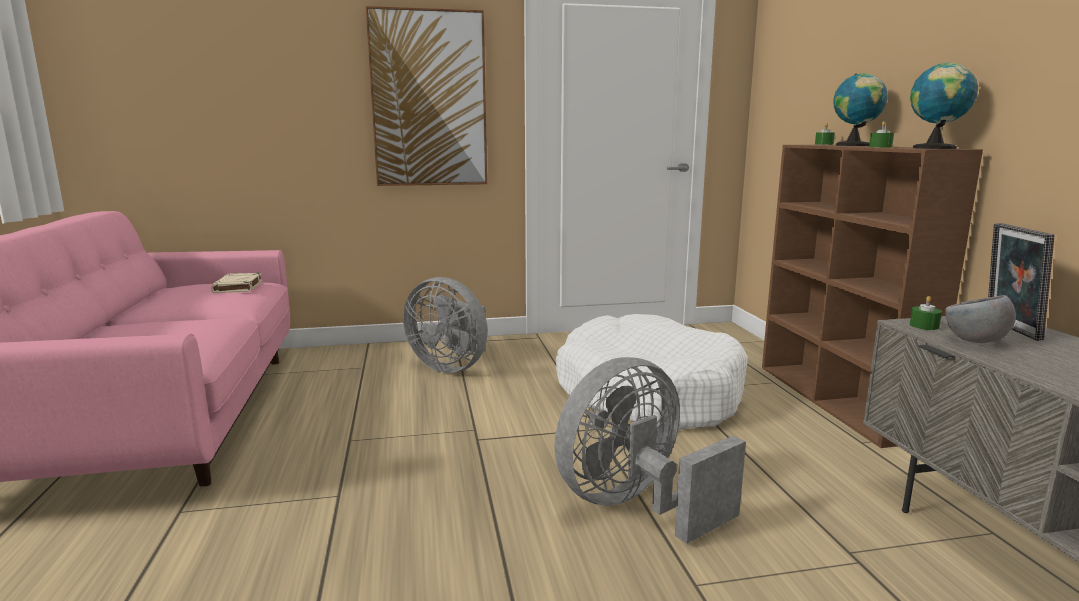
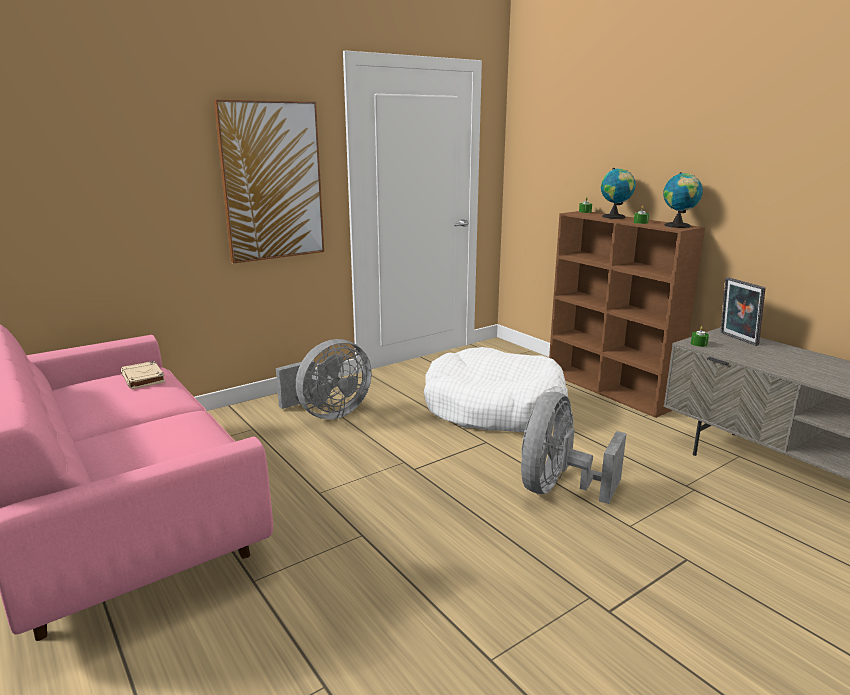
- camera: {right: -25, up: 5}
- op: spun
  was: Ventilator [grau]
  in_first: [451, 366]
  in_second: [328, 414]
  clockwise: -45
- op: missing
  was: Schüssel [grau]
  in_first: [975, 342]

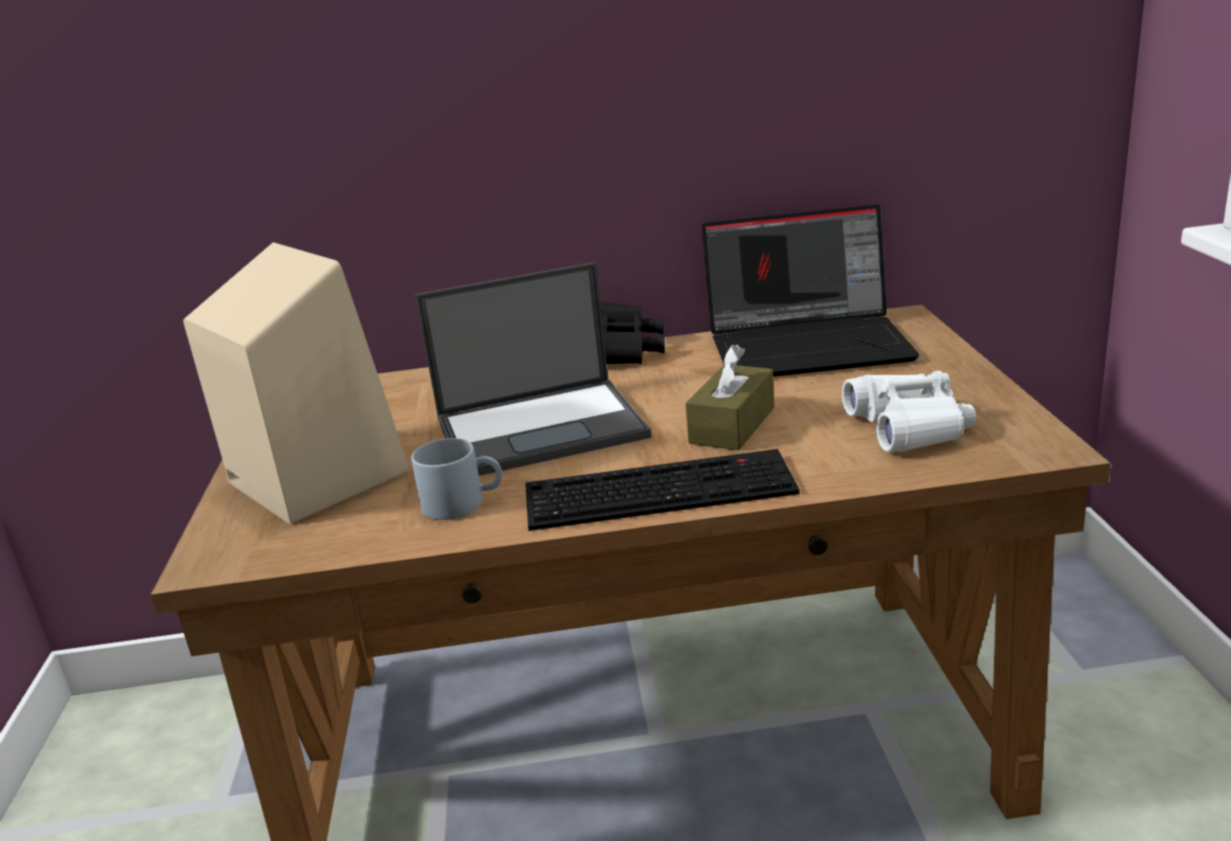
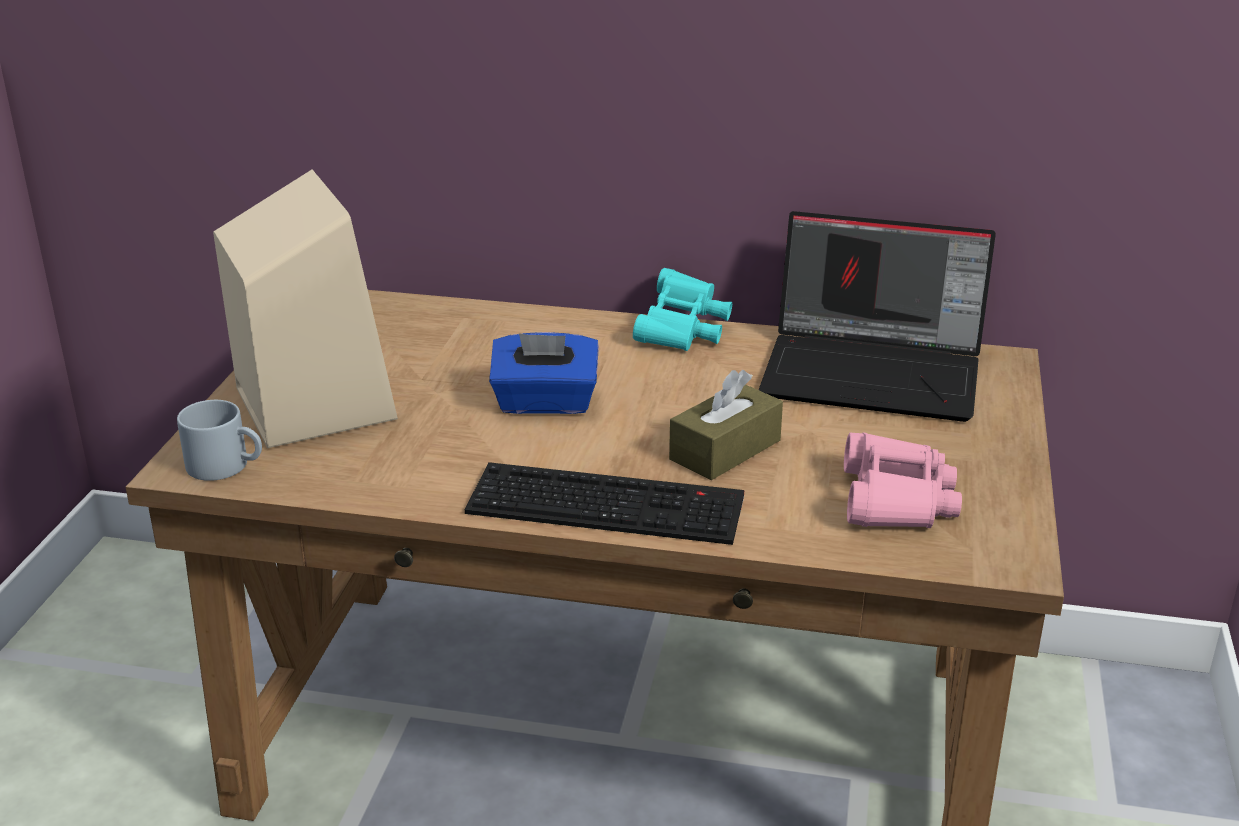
- camera: {right: 15, up: 5}
- op: relocated
  was: Henkelbecher [grau]
  in_first: [463, 503]
  in_second: [227, 466]
- op: exchanged
  was: Laptop
  now: Taschentuchbox [blau]
  in_first: [543, 427]
  in_second: [545, 403]
- op: colour
  was: Fernglas [schwarz]
  now: Fernglas [türkis]
  in_first: [626, 352]
  in_second: [683, 332]
- op: colour
  was: Fernglas [weiß]
  now: Fernglas [rosa]
  in_first: [909, 427]
  in_second: [896, 500]

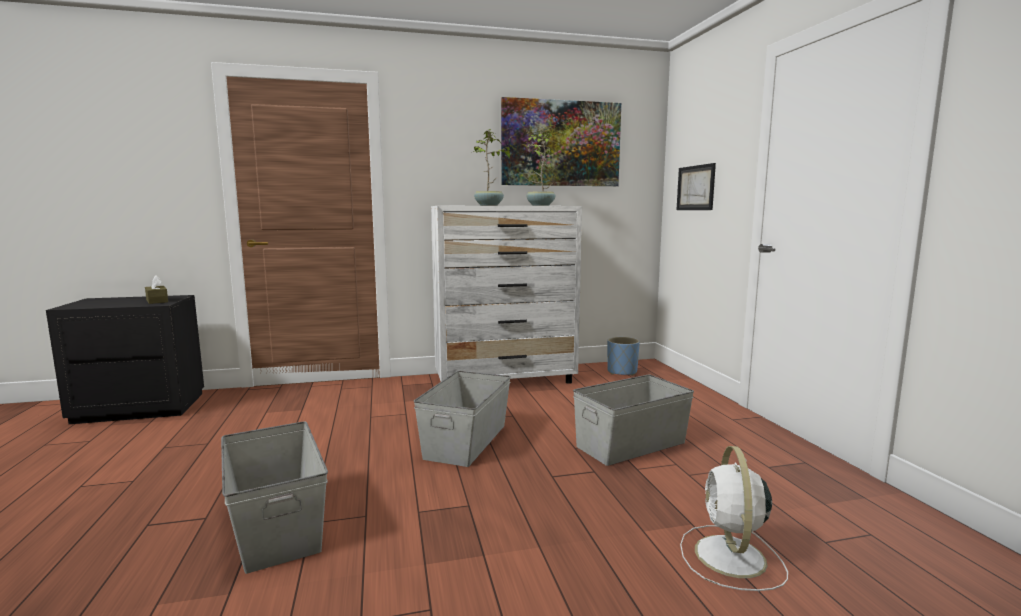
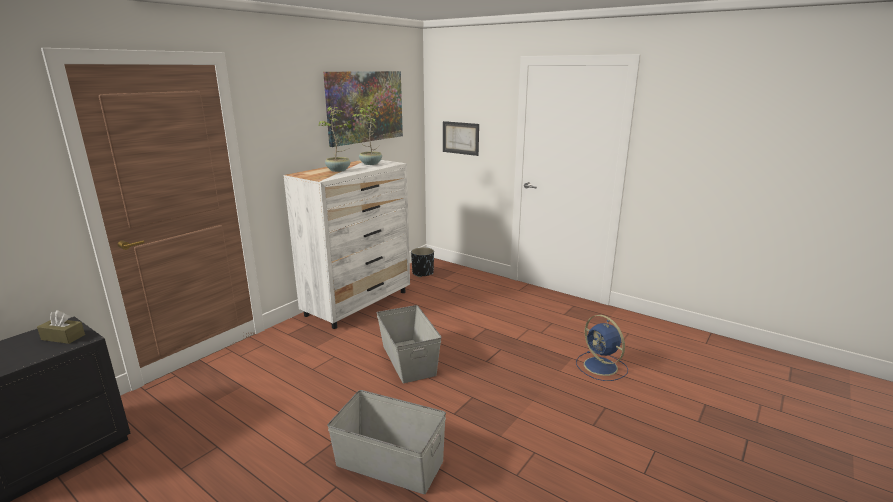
- camera: {right: -40, up: 10}
- op: missing
  was: Aufbewahrungsbox [grau]
  in_first: [632, 444]
- op: colour
  was: Pflanzkübel [blau]
  now: Pflanzkübel [schwarz]
  in_first: [622, 372]
  in_second: [423, 273]
- op: colour
  was: Ventilator [weiß]
  now: Ventilator [blau]
  in_first: [730, 558]
  in_second: [601, 367]

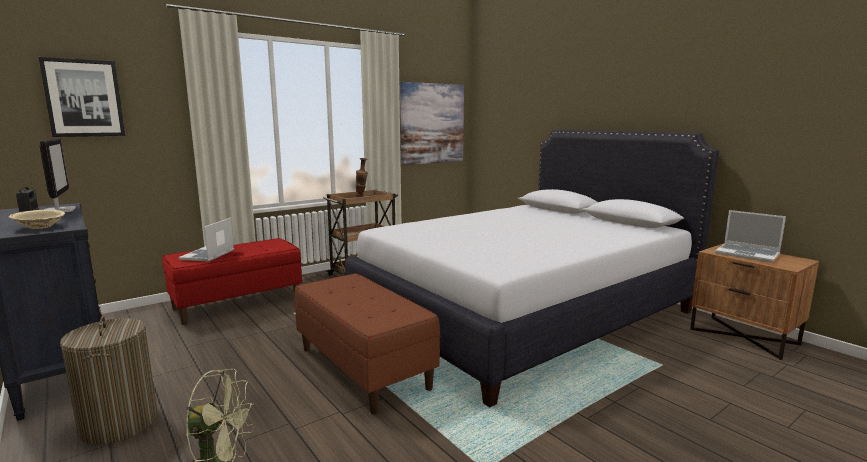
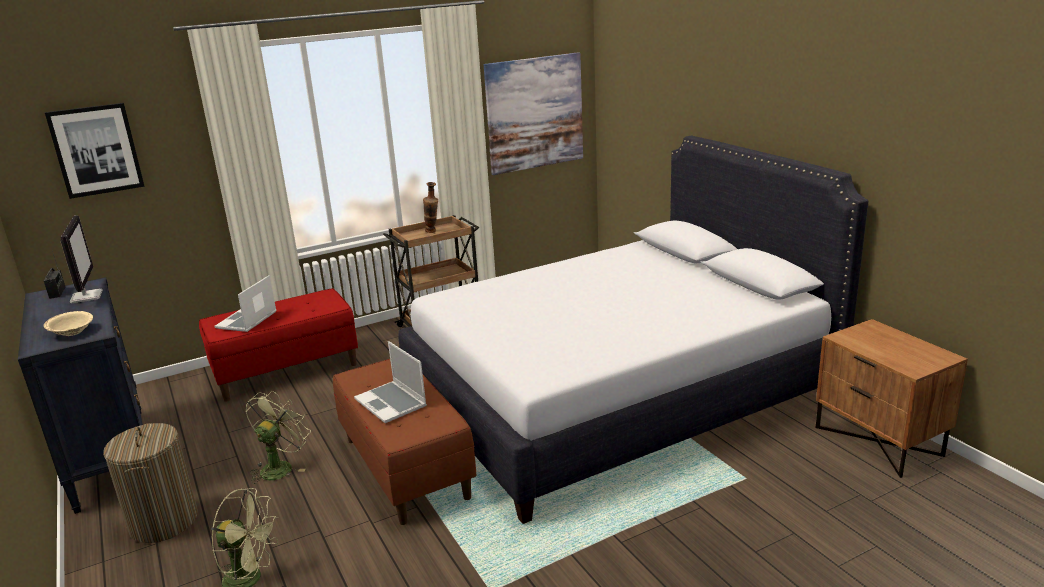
- camera: {right: 10, up: 10}
- op: relocated
  was: Laptop
  in_first: [748, 254]
  in_second: [392, 403]
- op: appeared
  now: Ventilator [grün]
  in_second: [280, 467]

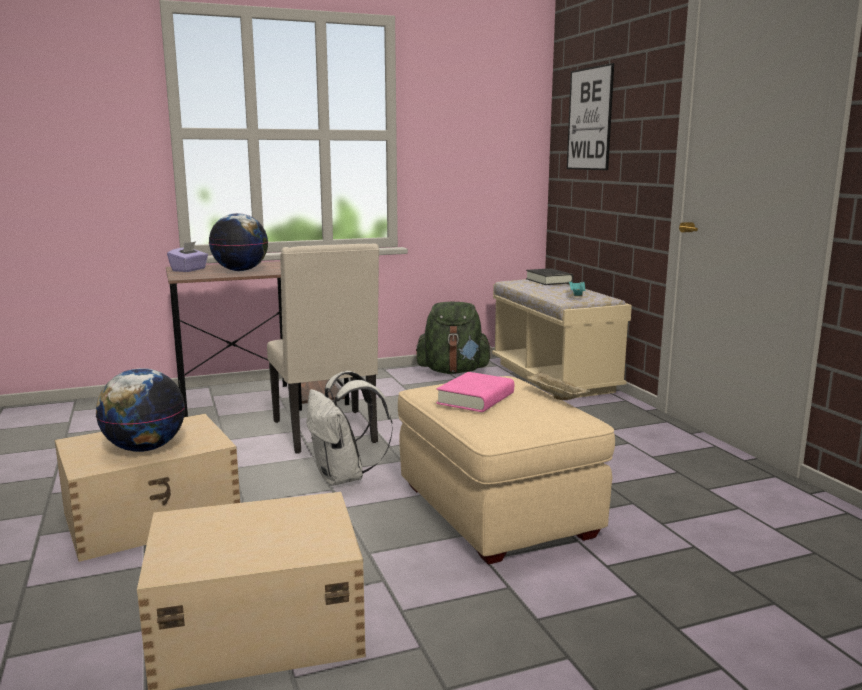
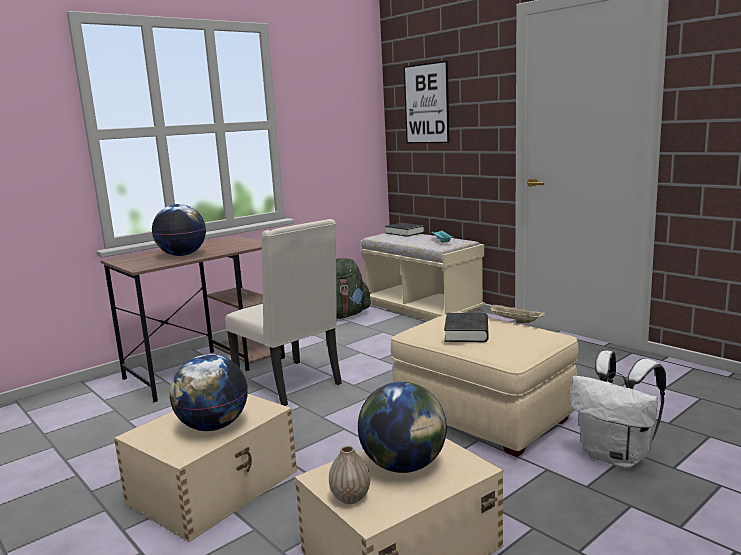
- camera: {right: -20, up: 0}
- op: missing
  was: Taschentuchbox [lila]
  in_first: [189, 270]
- op: relocated
  was: Rucksack [weiß]
  in_first: [343, 477]
  in_second: [616, 456]
- op: colour
  was: Buch [rosa]
  now: Buch [schwarz]
  in_first: [476, 399]
  in_second: [466, 332]
- op: appeared
  now: Vase
  in_second: [350, 498]
- op: appeared
  now: Globus
  in_second: [404, 466]

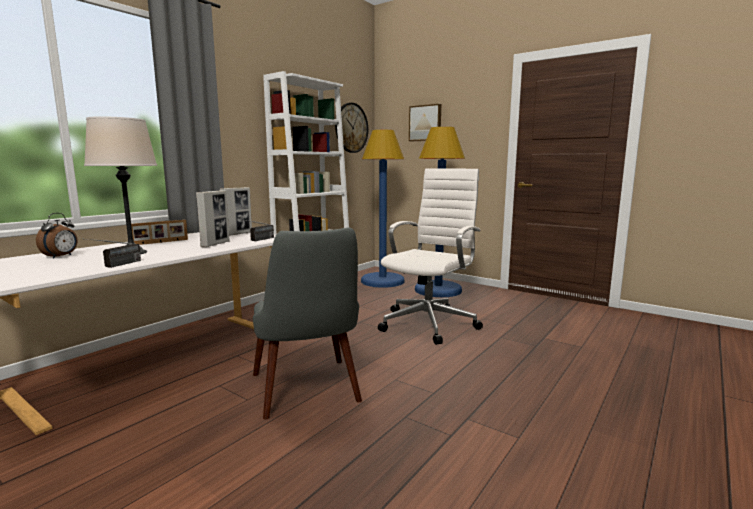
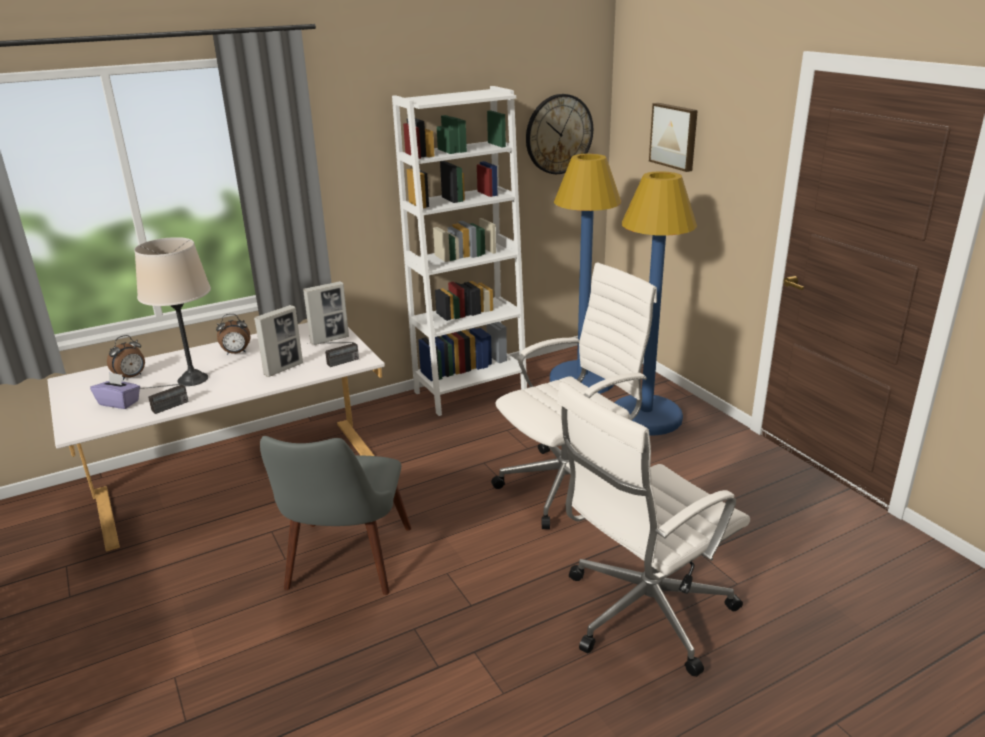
- camera: {right: 25, up: 15}
- op: exchanged
  was: Bilderrahmen
  now: Wecker
  in_first: [160, 242]
  in_second: [236, 353]
- op: appeared
  now: Taschentuchbox [lila]
  in_second: [119, 402]
- op: appeared
  now: Bürostuhl [weiß]
  in_second: [643, 613]

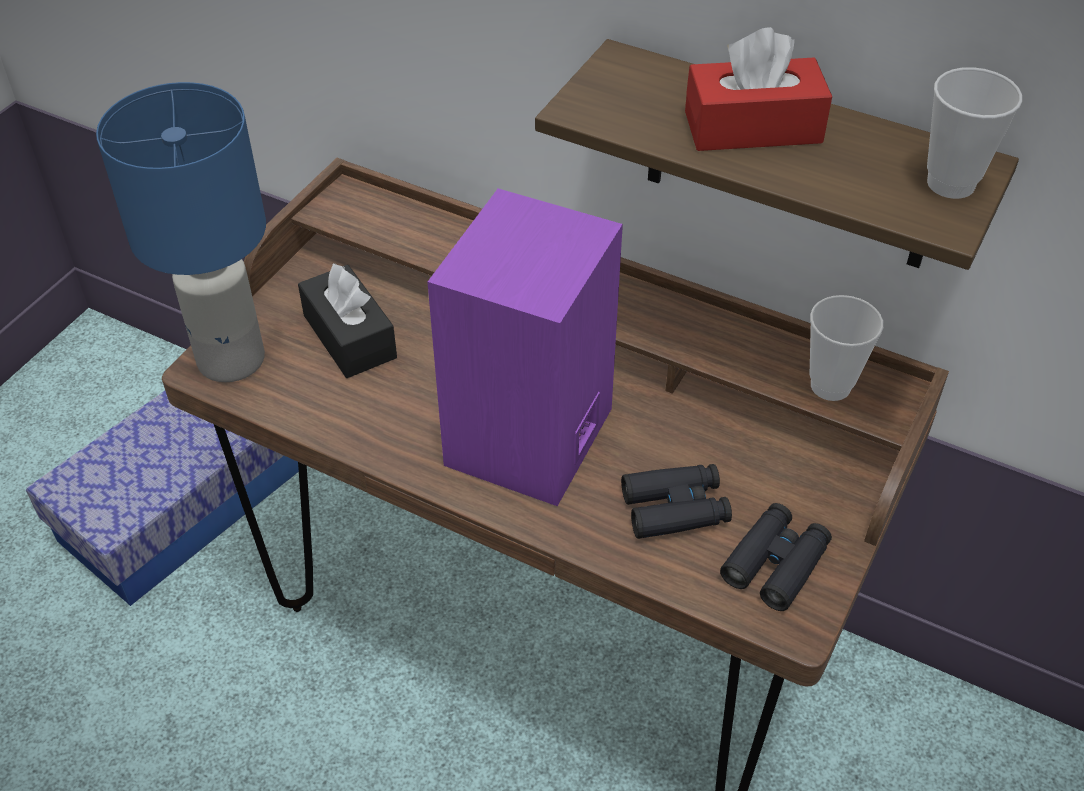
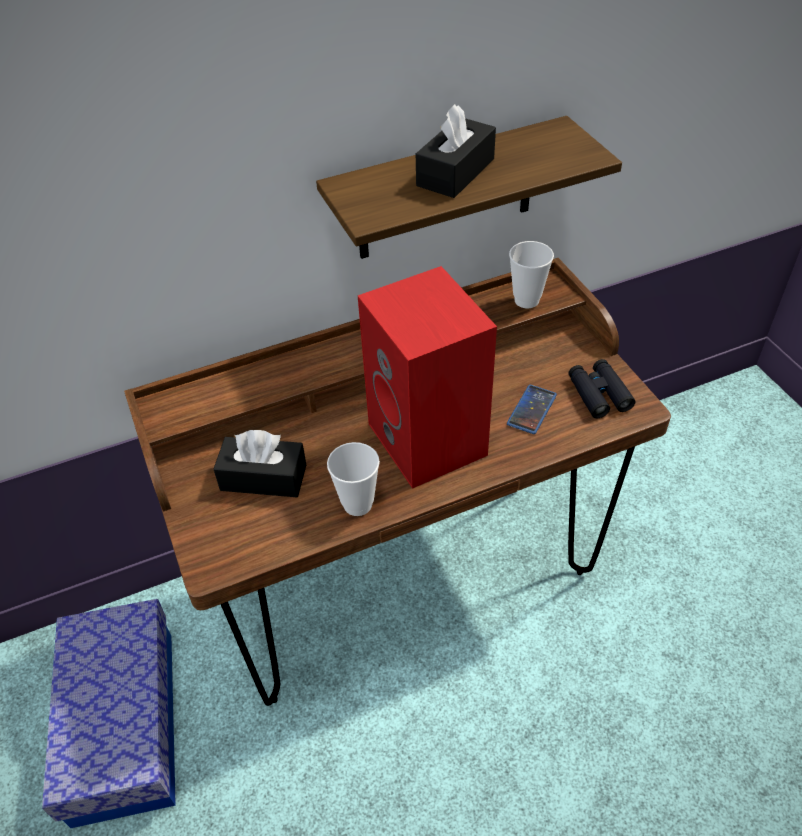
- camera: {right: -50, up: 0}
- op: missing
  was: Tischlampe [blau]
  in_first: [232, 360]
- op: colour
  was: Lautsprecher [lila]
  now: Lautsprecher [rot]
  in_first: [530, 440]
  in_second: [430, 440]
- op: exchanged
  was: Fernglas [schwarz]
  now: Handy
  in_first: [675, 508]
  in_second: [532, 410]
- op: colour
  was: Taschentuchbox [rot]
  now: Taschentuchbox [schwarz]
  in_first: [753, 127]
  in_second: [455, 172]
- op: relocated
  was: Tasse
  in_first: [951, 183]
  in_second: [357, 504]

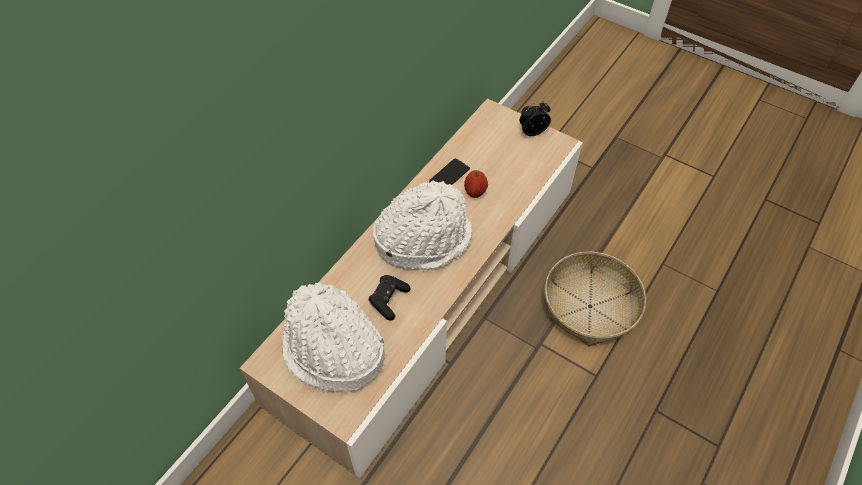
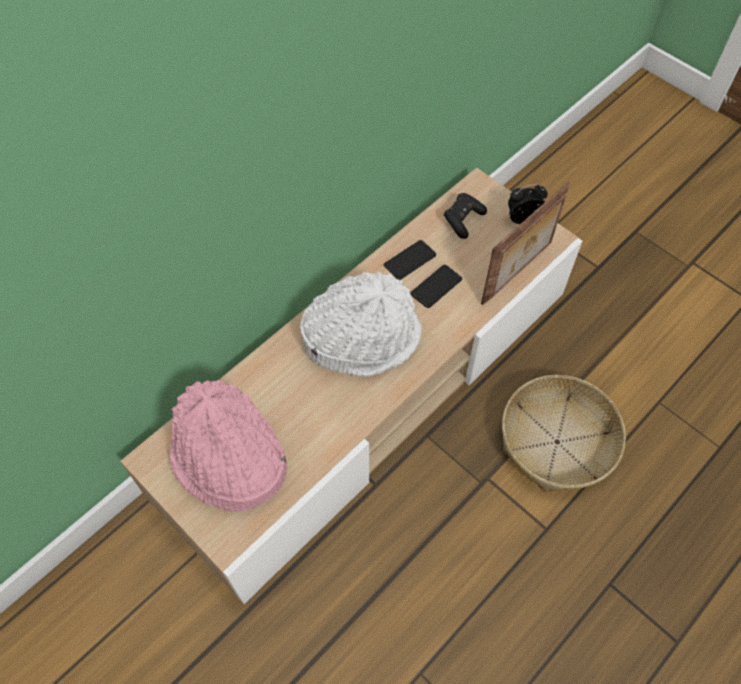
- camera: {right: 10, up: 5}
- op: colour
  was: Hut [weiß]
  now: Hut [rosa]
  in_first: [332, 352]
  in_second: [228, 459]
- op: relocated
  was: Gamepad [schwarz]
  in_first: [388, 300]
  in_second: [462, 220]
- op: exchanged
  was: Apfel
  now: Handy
  in_first: [475, 192]
  in_second: [436, 286]
- op: appeared
  now: Bilderrahmen
  in_second: [518, 272]

